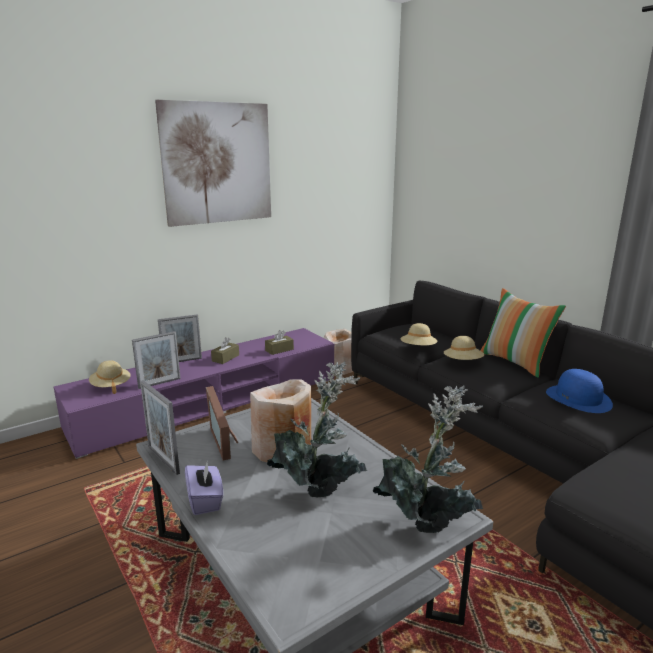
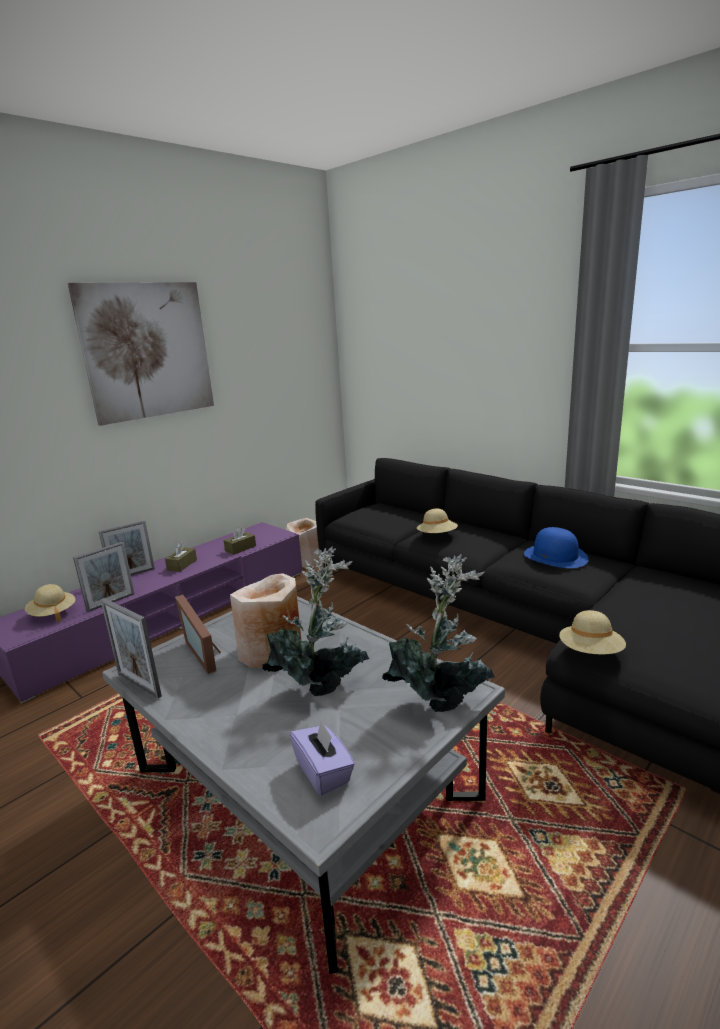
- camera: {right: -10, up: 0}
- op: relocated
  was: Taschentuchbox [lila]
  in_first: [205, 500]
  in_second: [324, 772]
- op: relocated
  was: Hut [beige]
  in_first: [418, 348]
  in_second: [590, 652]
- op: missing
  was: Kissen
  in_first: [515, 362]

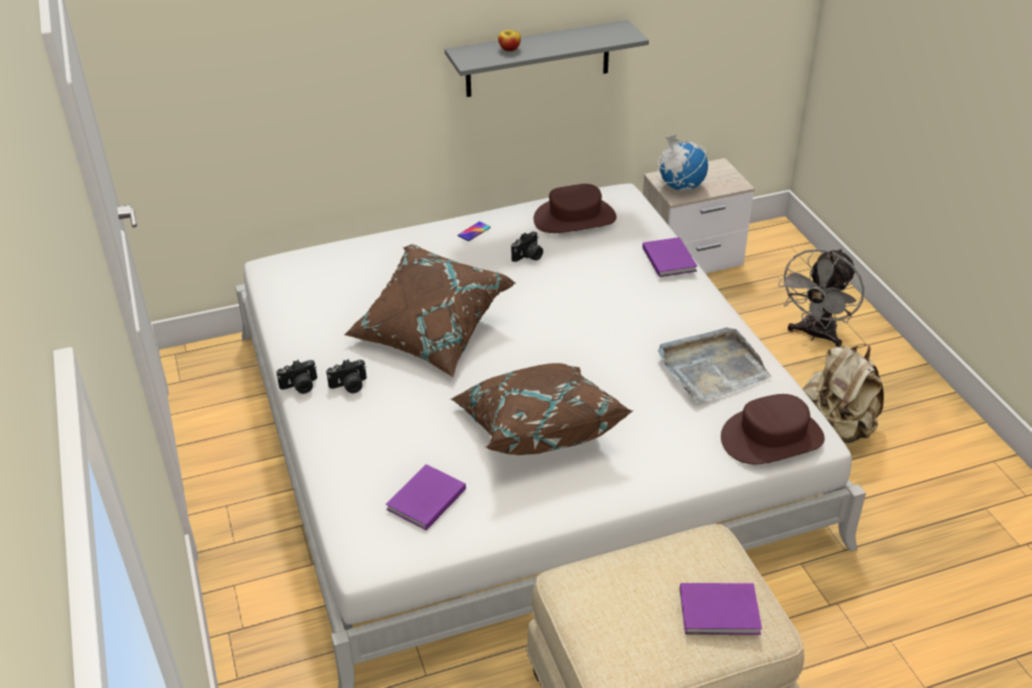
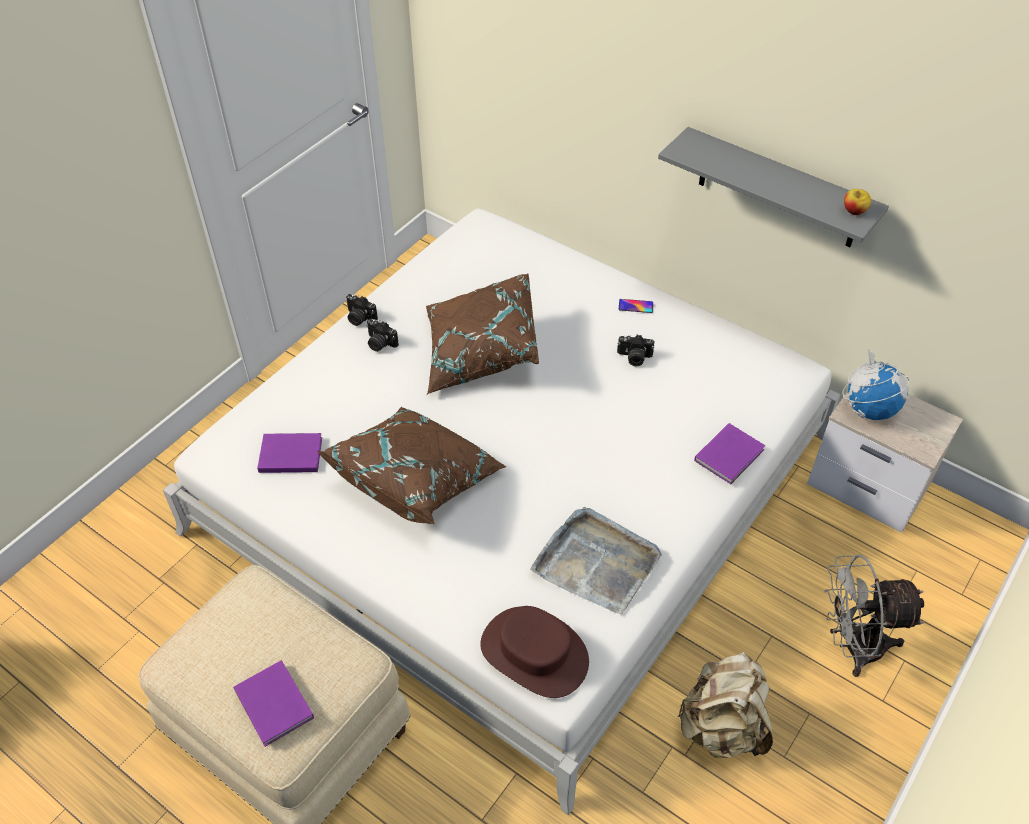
- camera: {right: 55, up: 10}
- op: relocated
  was: Apfel
  in_first: [509, 49]
  in_second: [854, 211]
- op: missing
  was: Hut [braun]
  in_first: [574, 219]

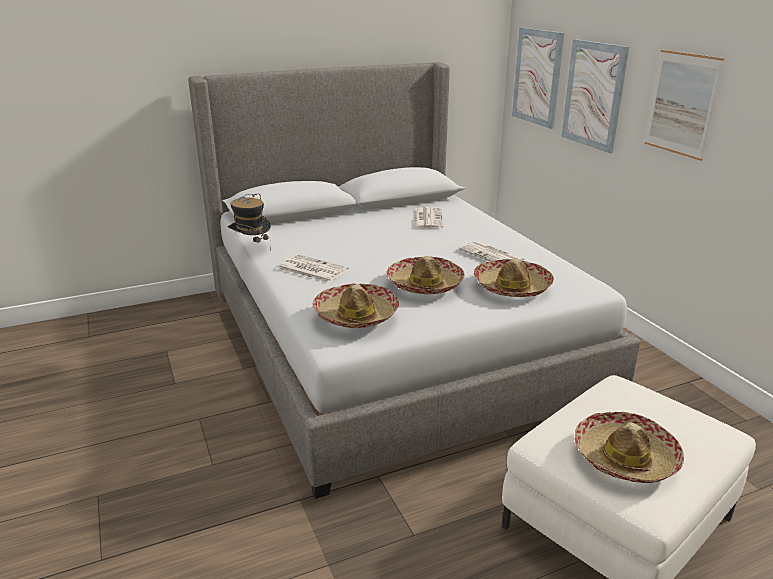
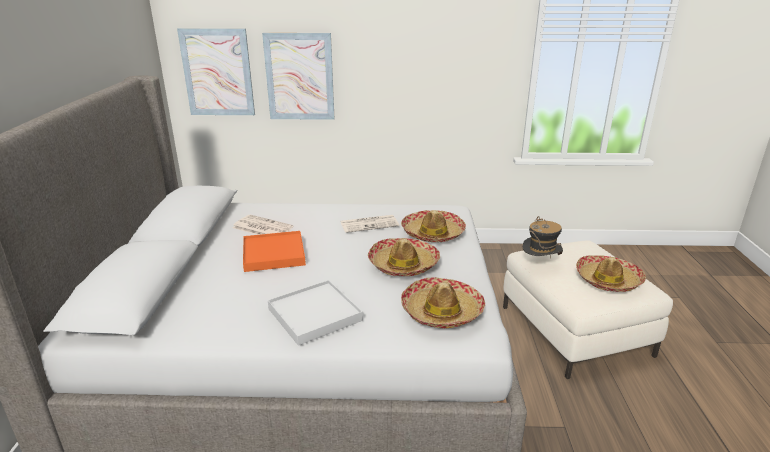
- camera: {right: -65, up: 0}
- op: relocated
  was: Hut
  in_first: [251, 248]
  in_second: [540, 265]
- op: exchanged
  was: Zeitung
  now: Tablett [weiß]
  in_first: [311, 269]
  in_second: [314, 315]
- op: missing
  was: Bild
  in_first: [681, 104]
- op: appeared
  now: Tablett [orange]
  in_second: [274, 254]

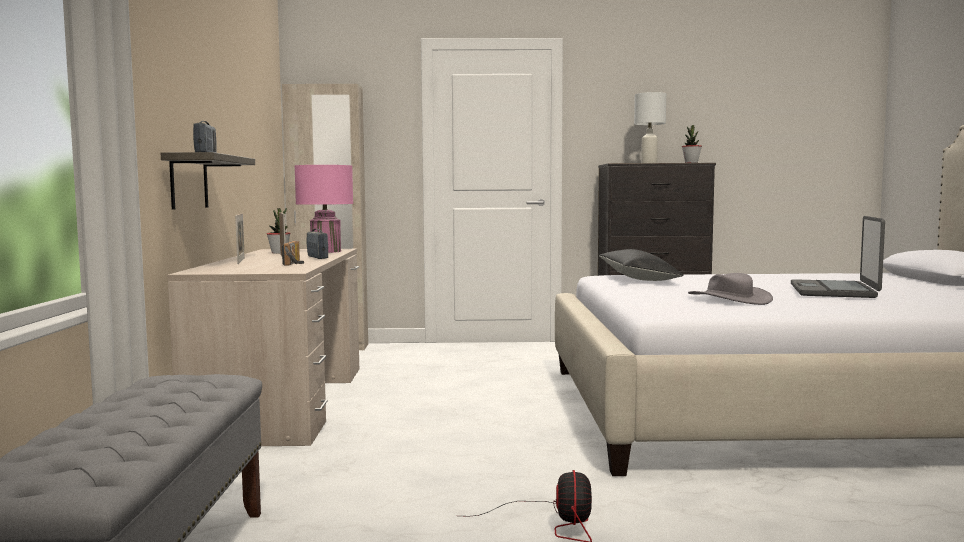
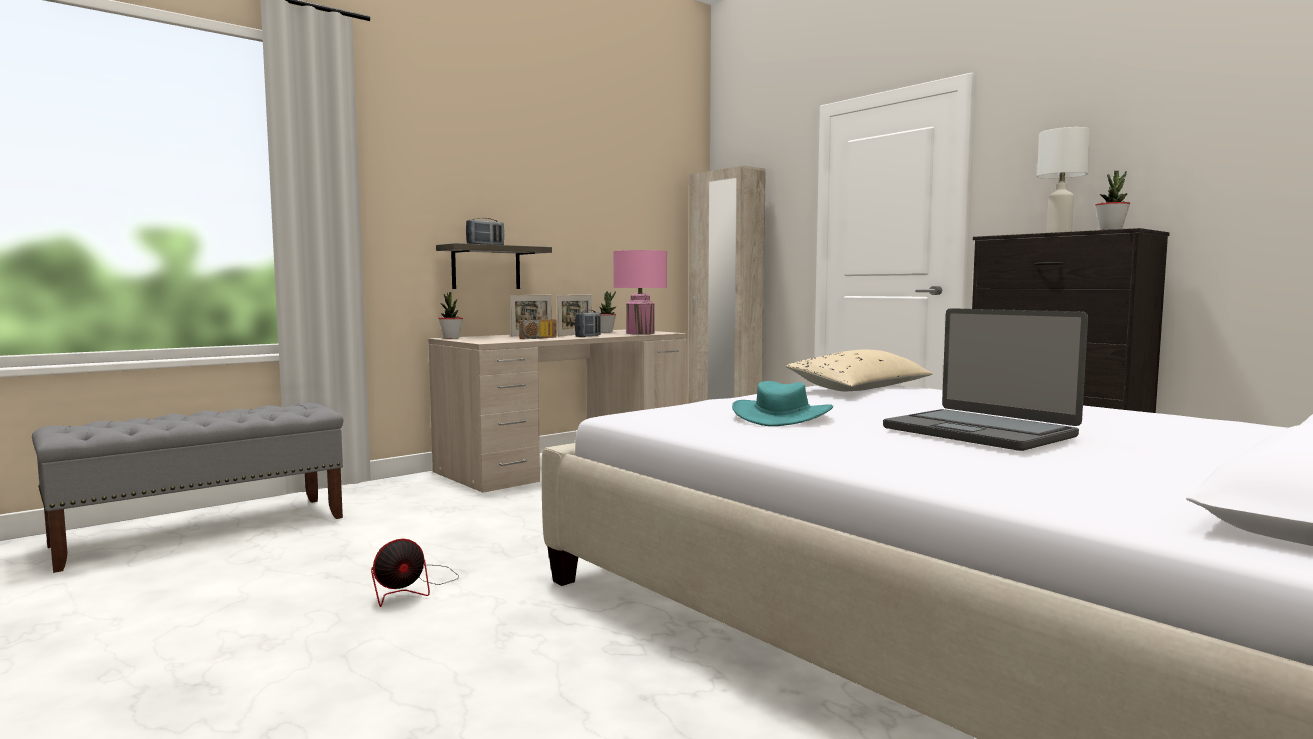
- camera: {right: 50, up: 0}
- op: colour
  was: Kissen [schwarz]
  now: Kissen [beige]
  in_first: [637, 278]
  in_second: [860, 388]
- op: colour
  was: Hut [grau]
  now: Hut [türkis]
  in_first: [729, 299]
  in_second: [782, 416]
- op: spun
  was: Laptop
  in_first: [834, 291]
  in_second: [979, 432]
  clockwise: -105
- op: appeared
  now: Topfpflanze
  in_second: [451, 338]

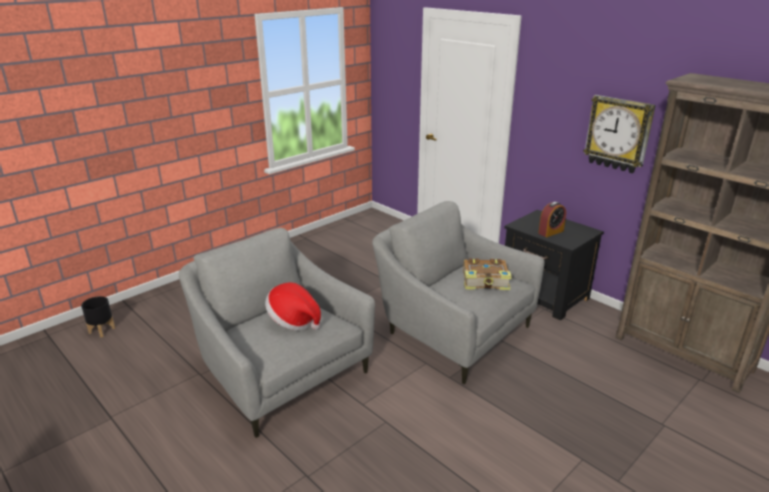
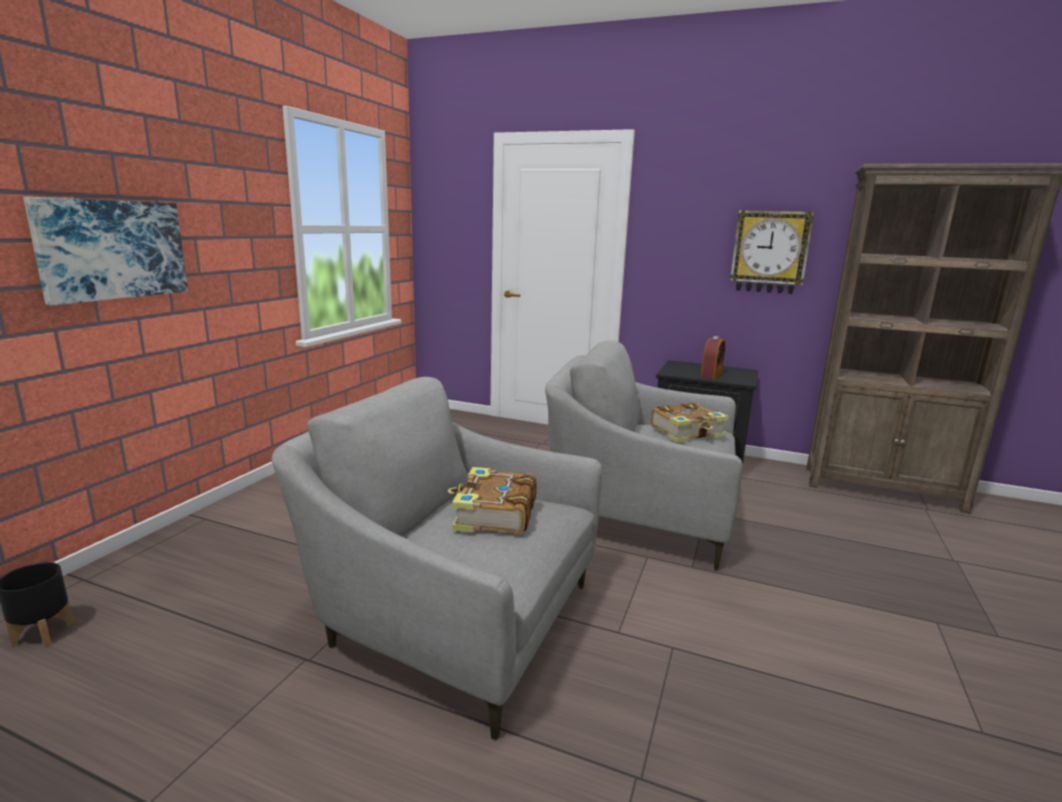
- camera: {right: -25, up: -10}
- op: exchanged
  was: Hut
  now: Buch
  in_first: [293, 320]
  in_second: [493, 514]
- op: appeared
  now: Bild
  in_second: [112, 249]

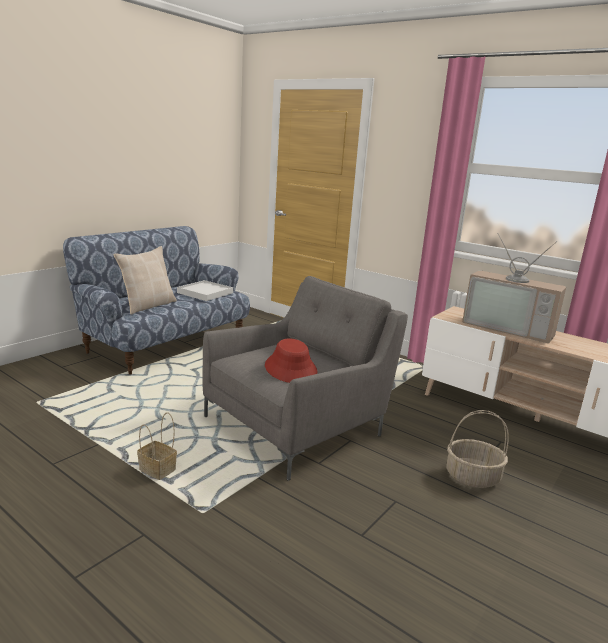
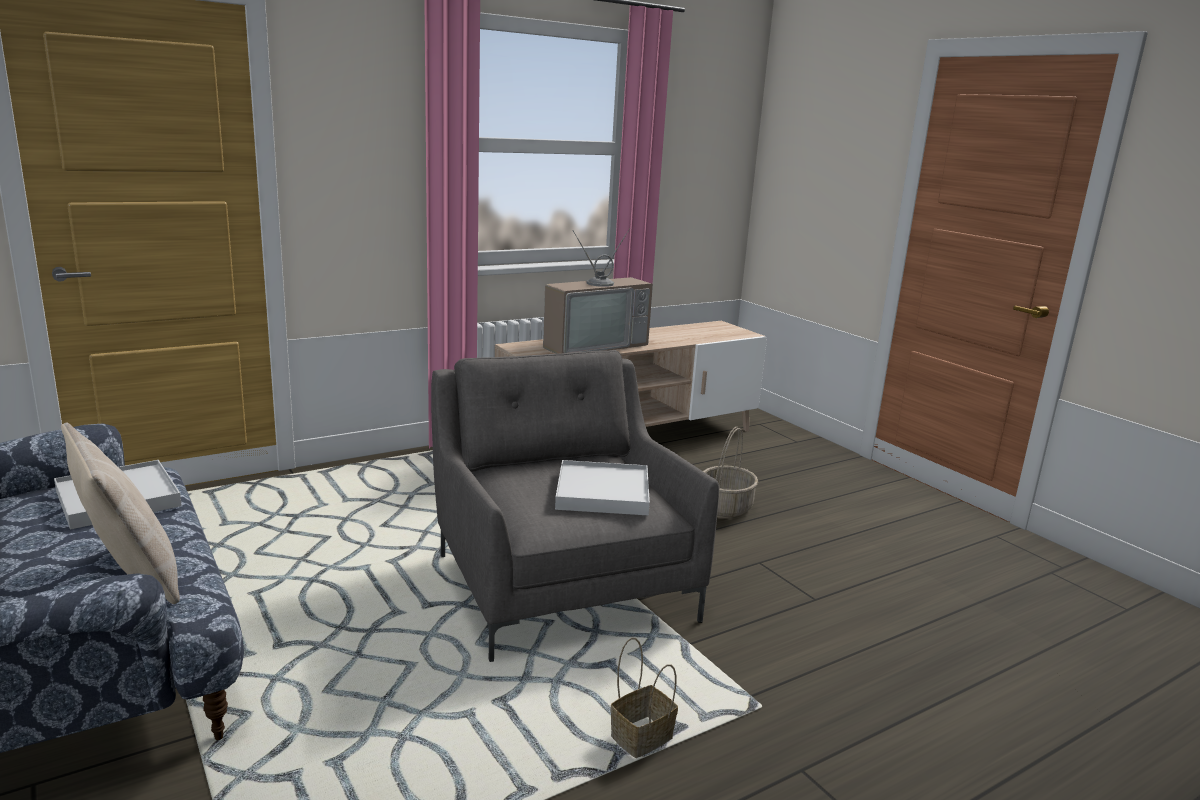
- camera: {right: -70, up: 0}
- op: exchanged
  was: Hut [rot]
  now: Tablett [weiß]
  in_first: [291, 369]
  in_second: [603, 492]

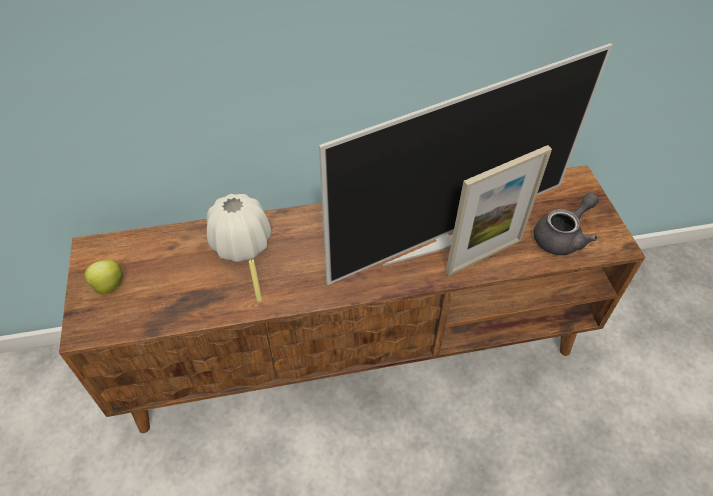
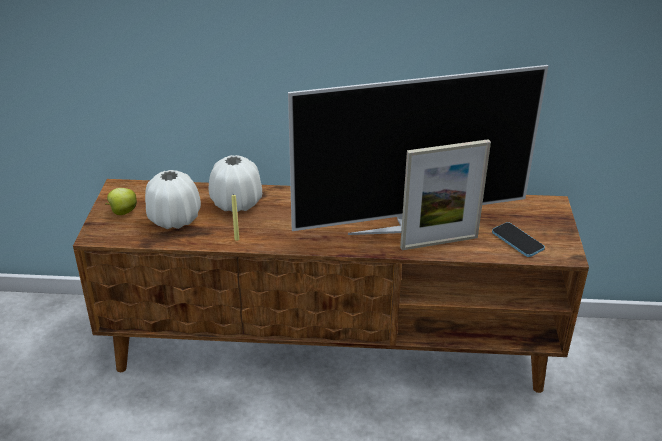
- camera: {right: 15, up: -15}
- op: exchanged
  was: Teekanne [grau]
  now: Handy
  in_first: [562, 236]
  in_second: [517, 241]
- op: appeared
  now: Vase [weiß]
  in_second: [174, 219]

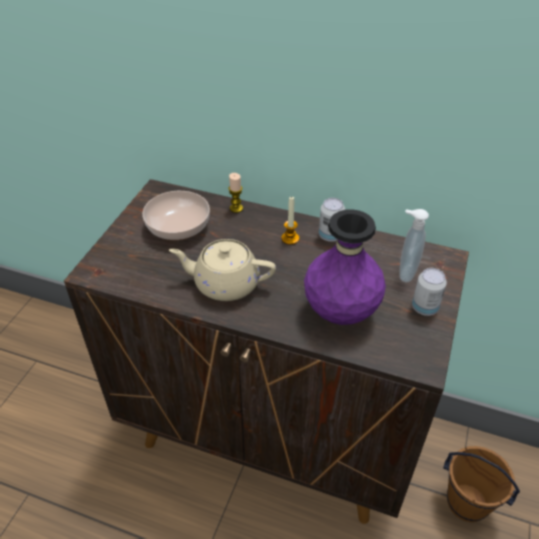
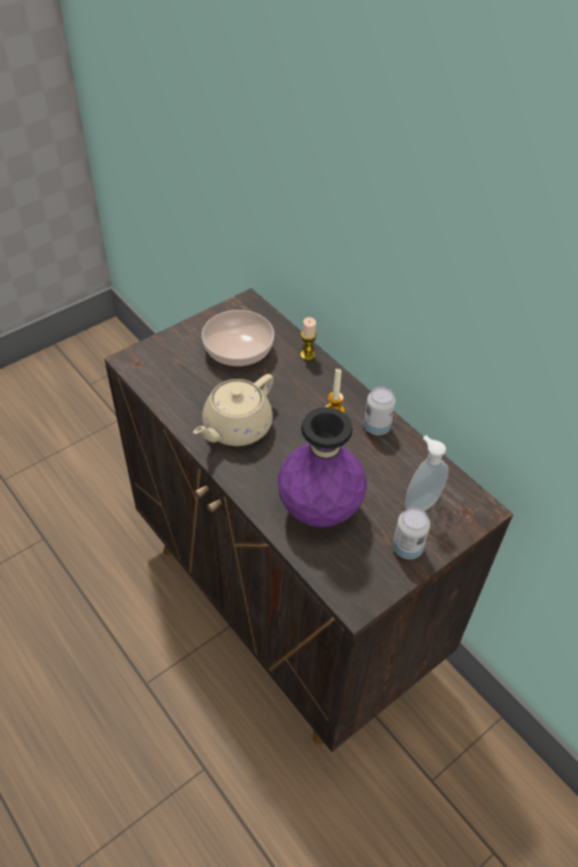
- camera: {right: 30, up: 5}
- op: spun
  was: Teekanne [beige]
  in_first: [225, 284]
  in_second: [236, 428]
  clockwise: -90
- op: missing
  was: Eimer [braun]
  in_first: [467, 502]

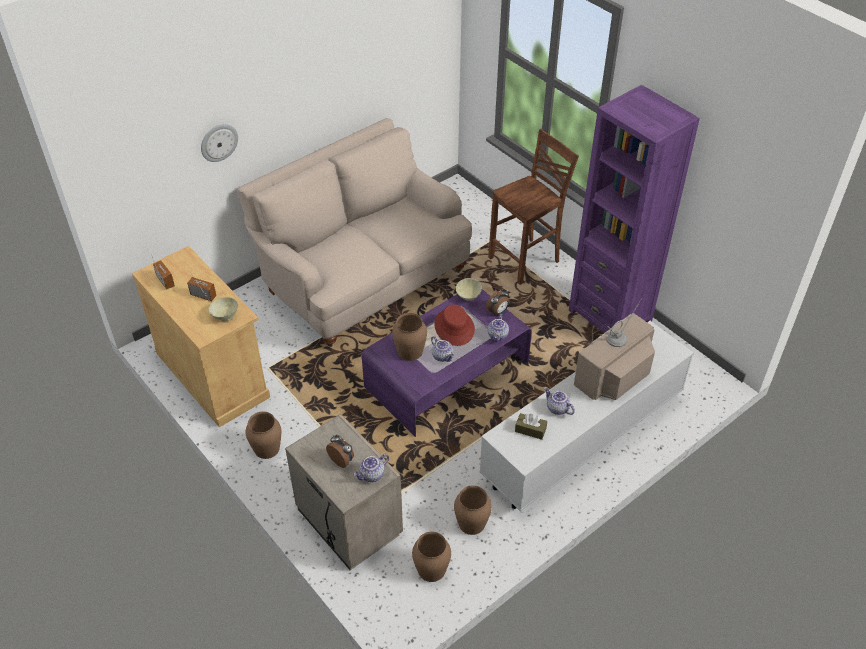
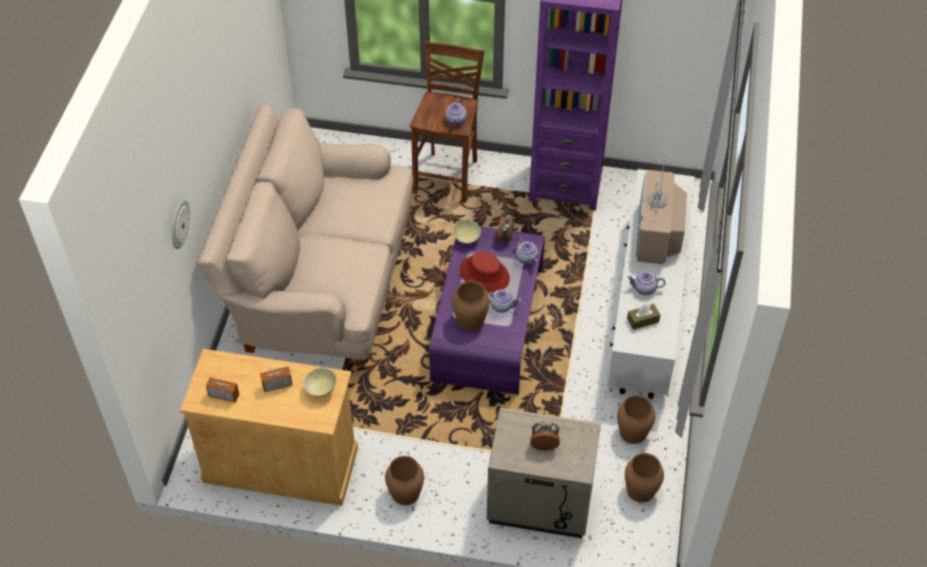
- camera: {right: -40, up: 5}
- op: relocated
  was: Teekanne
  in_first: [372, 475]
  in_second: [456, 120]

